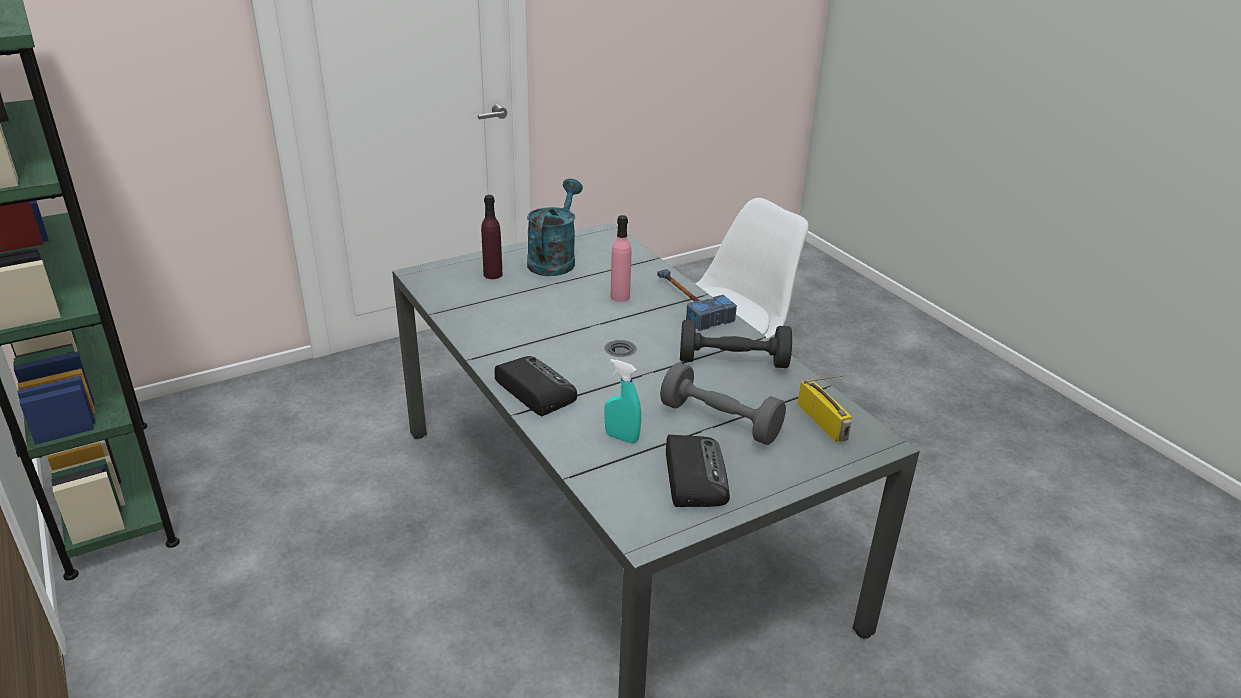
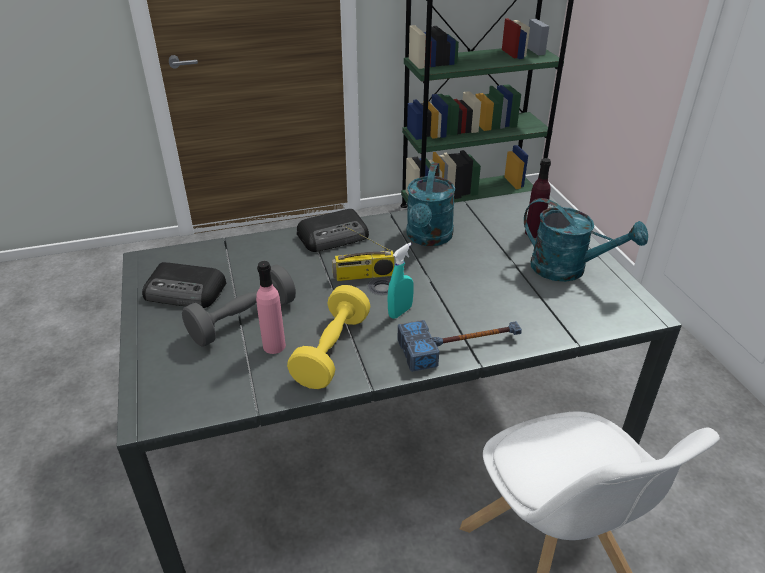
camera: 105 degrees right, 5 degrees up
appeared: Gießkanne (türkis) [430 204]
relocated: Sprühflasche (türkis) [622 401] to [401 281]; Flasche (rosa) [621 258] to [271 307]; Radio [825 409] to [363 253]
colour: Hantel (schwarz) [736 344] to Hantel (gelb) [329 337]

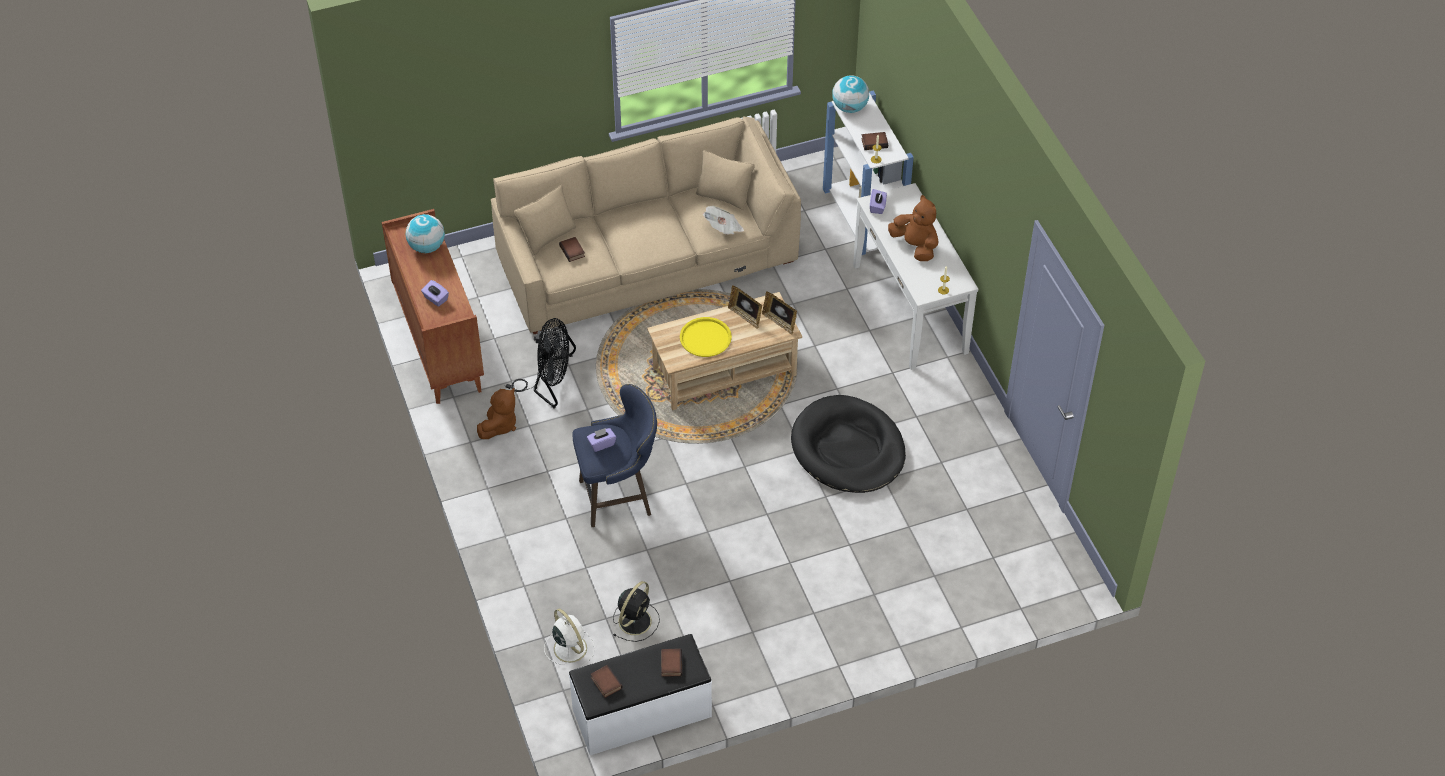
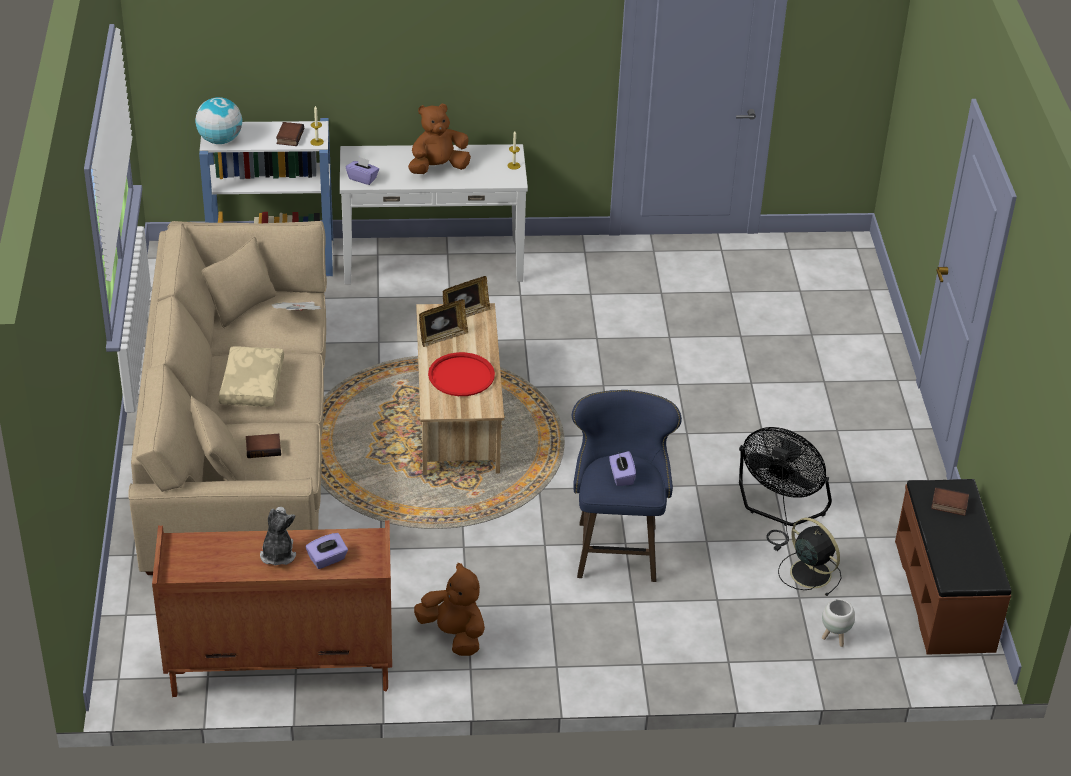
camera: 75 degrees left, 10 degrees down
missing: Globus [425 233]; Buch [607 681]; Hundebett (schwarz) [848 444]
appeared: Kissen (beige) [251 376]; Plüschtier [278 536]
relocated: Ventilator (schwarz) [540 363] to [785 489]
exchanged: Ventilator (weiß) [569 639] to Pflanzkübel (weiß) [838 623]
colour: Bank (weiß) [640 694] to Bank (braun) [953 567]; Tablett (gelb) [706 337] to Tablett (rot) [461 374]

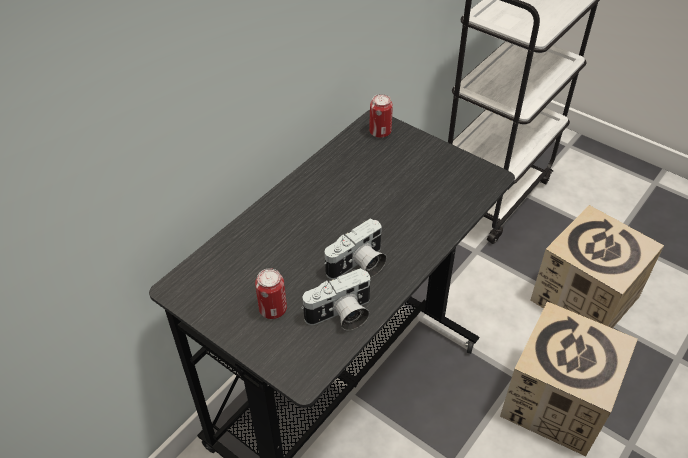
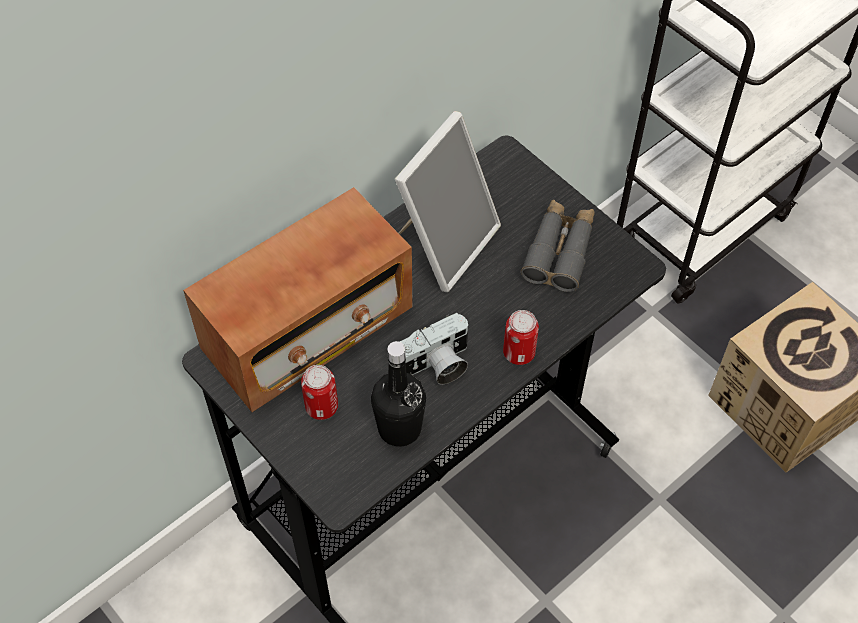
camera: 10 degrees right, 10 degrees up
missing: Karton [569 378]
appeared: Radio [298 299]; Bilderrahmen [448 201]; Fernglas (grau) [558 245]
relocated: Dose [381 116] to [521 337]
exchanged: Kamera [336 299] to Flasche (schwarz) [398 394]

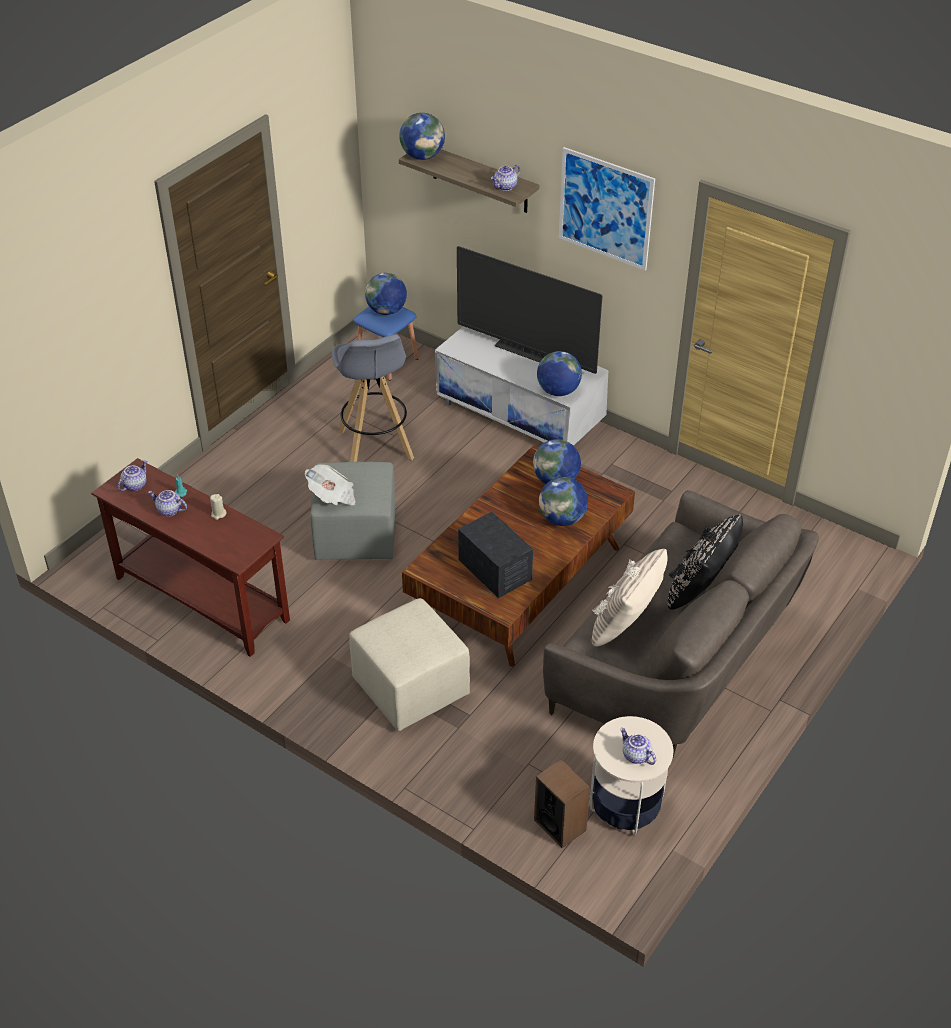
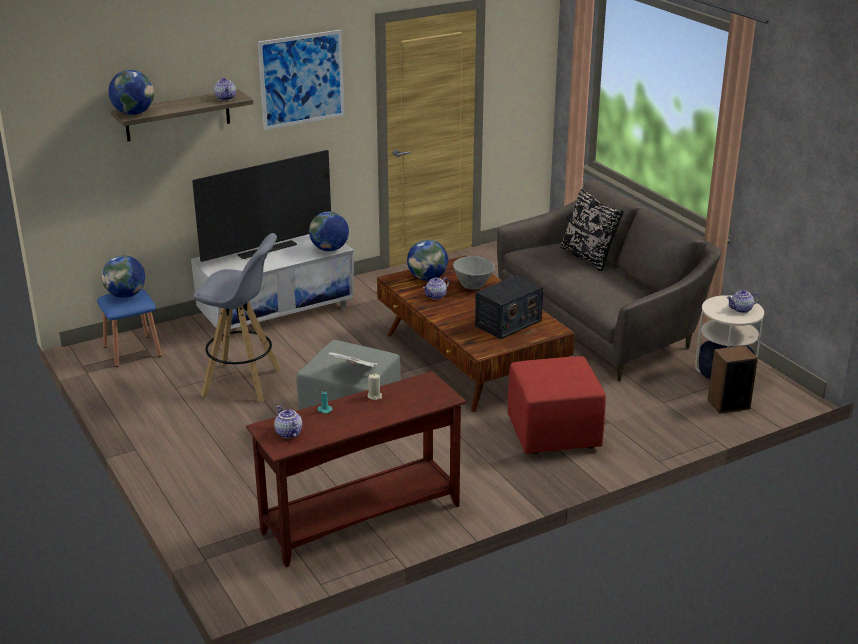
camera: 65 degrees left, 15 degrees down
missing: Kissen (beige) [630 598]
relocated: Teekanne [167 503] to [436 288]
exchanged: Globus [563 501] to Schüssel (grau) [474 273]
colour: Polsterhocker (beige) [409 664] to Polsterhocker (rot) [557 405]
spun: Radio [495 555] = [509 307] 150 degrees clockwise

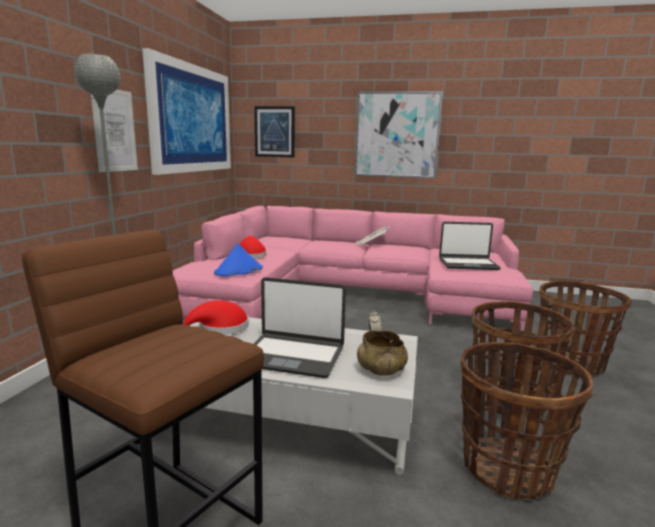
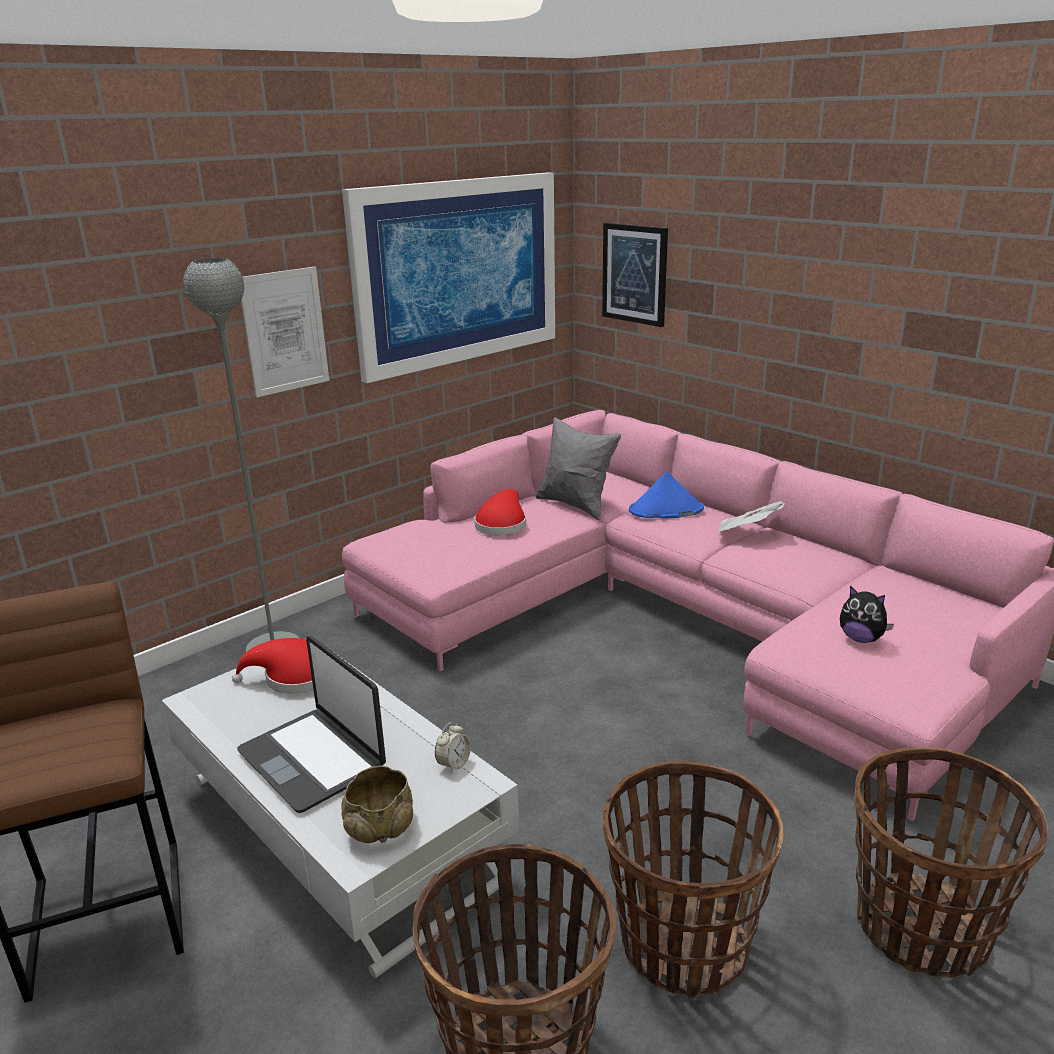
camera: 35 degrees right, 10 degrees up
missing: Bild [399 134]
appeared: Kissen (grau) [578 469]
relocated: Hut (blau) [238 259] to [666 494]
exchanged: Laptop [470 246] to Plüschtier [867 614]

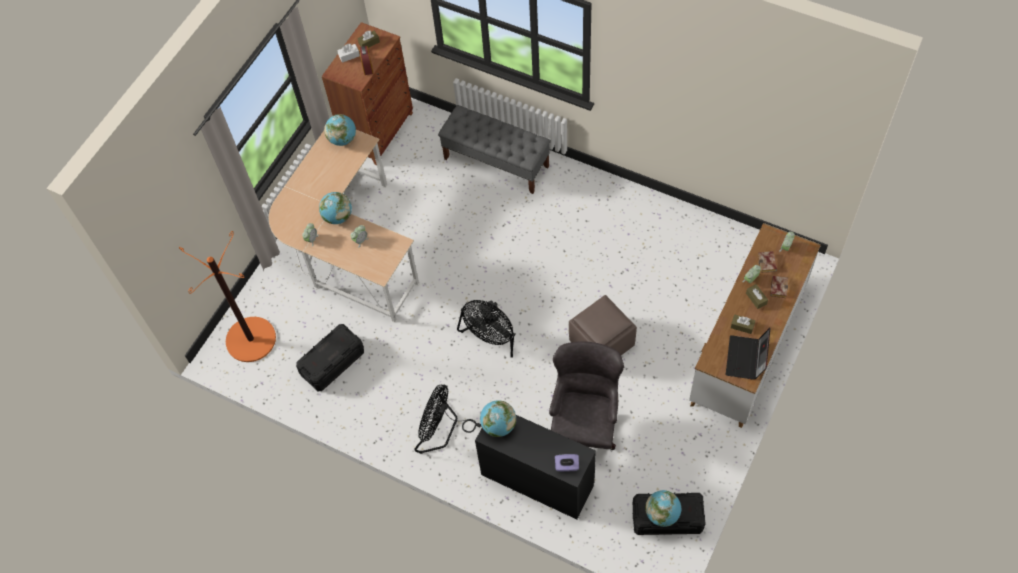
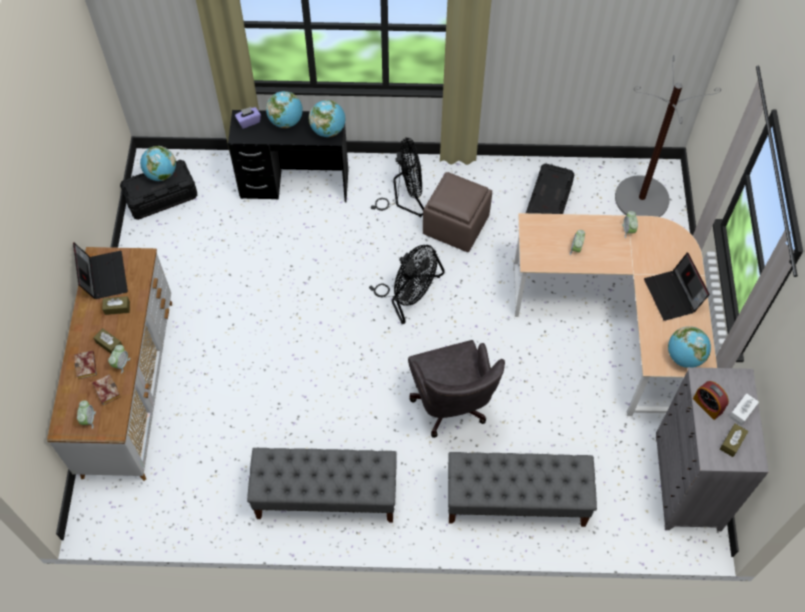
camera: 150 degrees right, 0 degrees up
appeared: Bank (grau) [322 485]; Laptop [676 286]
relocated: Globus [335 208] to [284 109]; Bürostuhl (grau) [586 395] to [456 389]; Polsterhocker (braun) [603 325] to [457 212]
colour: Kleiderständer (orange) [227 296] to Kleiderständer (grau) [668 136]; Kommode (braun) [367 93] to Kommode (grau) [712 449]
spun: Ventilator (schwarz) [486 329] = [407 284] 120 degrees clockwise

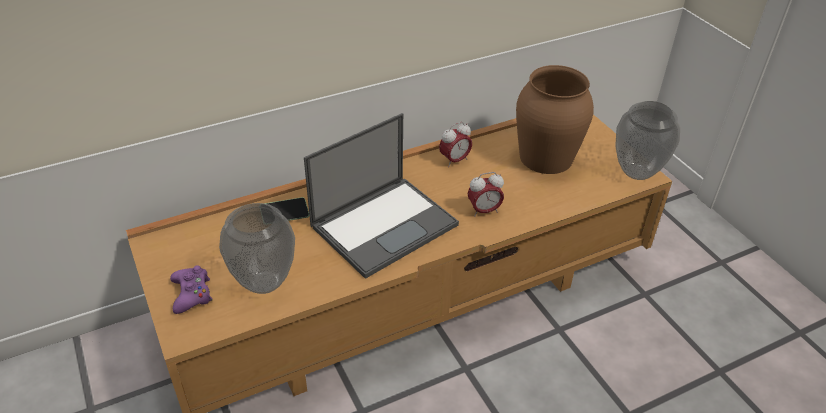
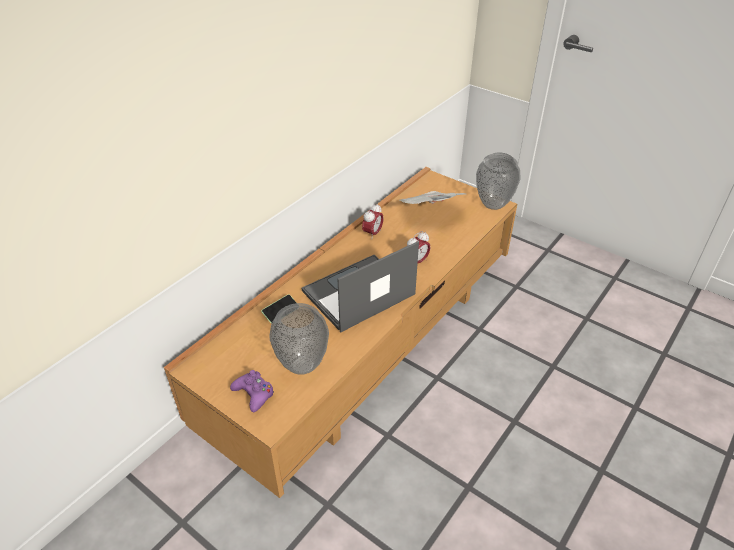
camera: 25 degrees left, 0 degrees up
exchanged: Vase (braun) [555 119] to Zeitung [432 197]
spun: Laptop [381 196] = [360 286] 150 degrees counterclockwise

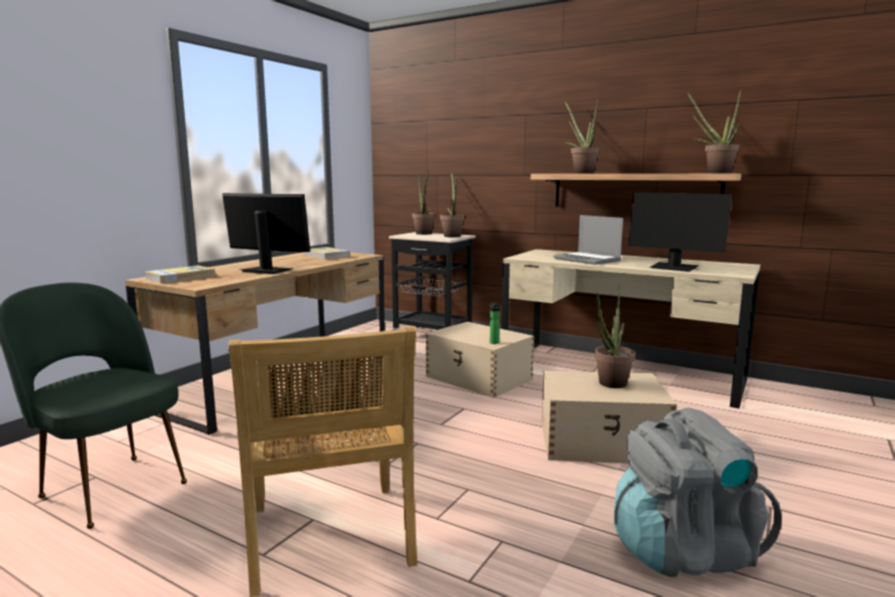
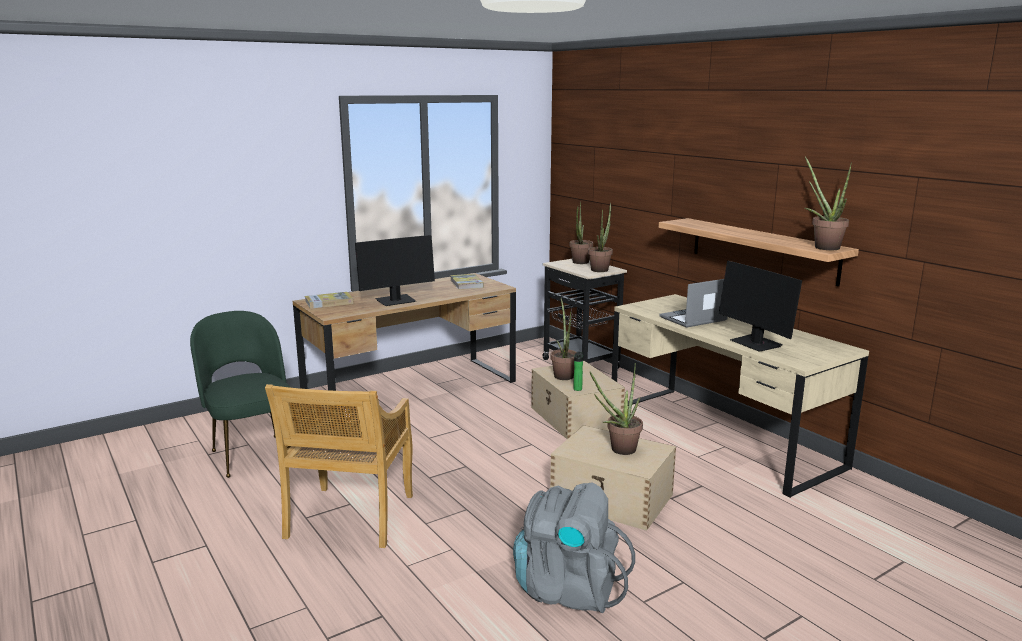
camera: 25 degrees right, 5 degrees up
relocated: Topfpflanze [582 135] to [563 339]
spun: Monitor [266 233] = [395 270] 105 degrees clockwise; Laptop [588 240] = [693 303] 75 degrees clockwise

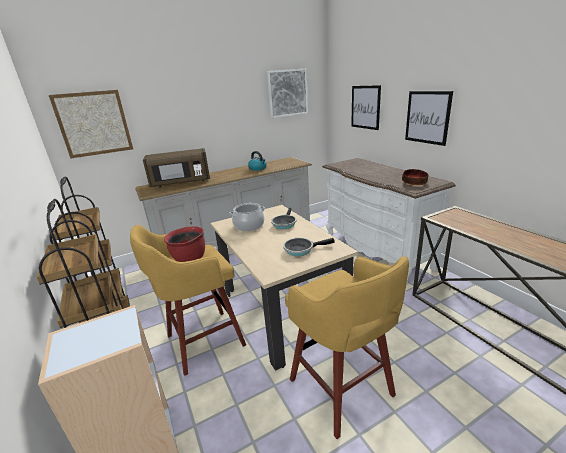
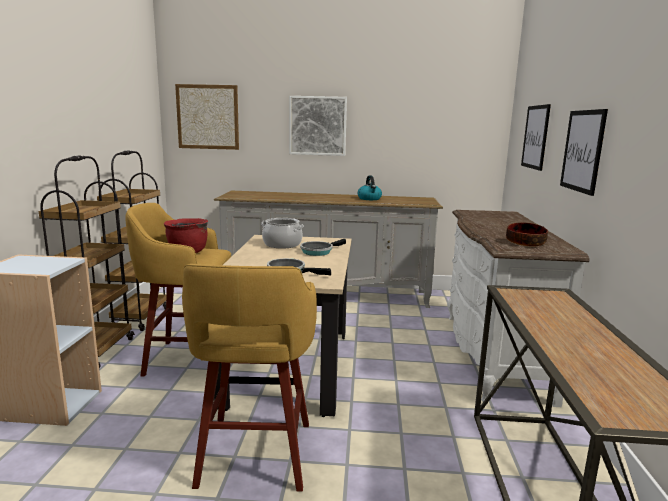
camera: 30 degrees right, 10 degrees down
missing: Mikrowelle (braun) [176 167]
relocated: Bild [287 93] to [318 126]

